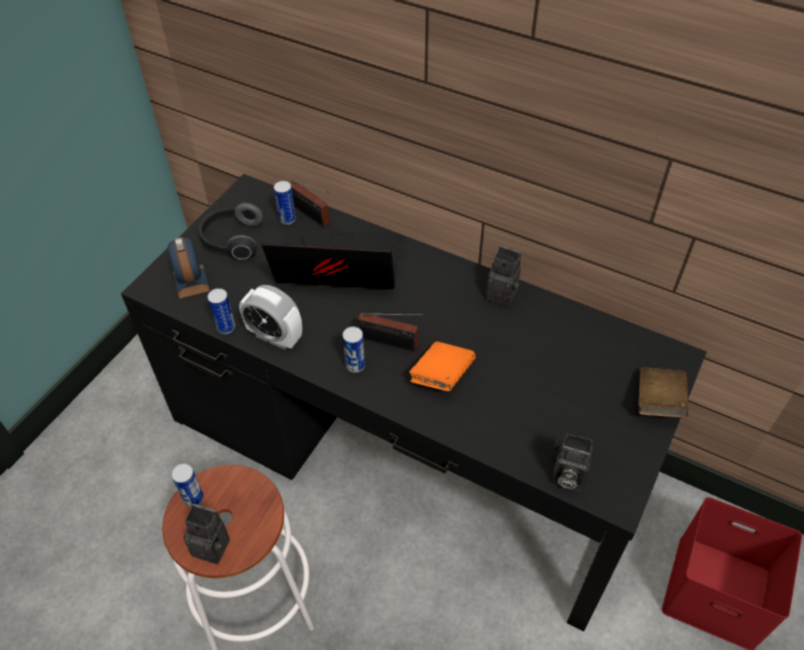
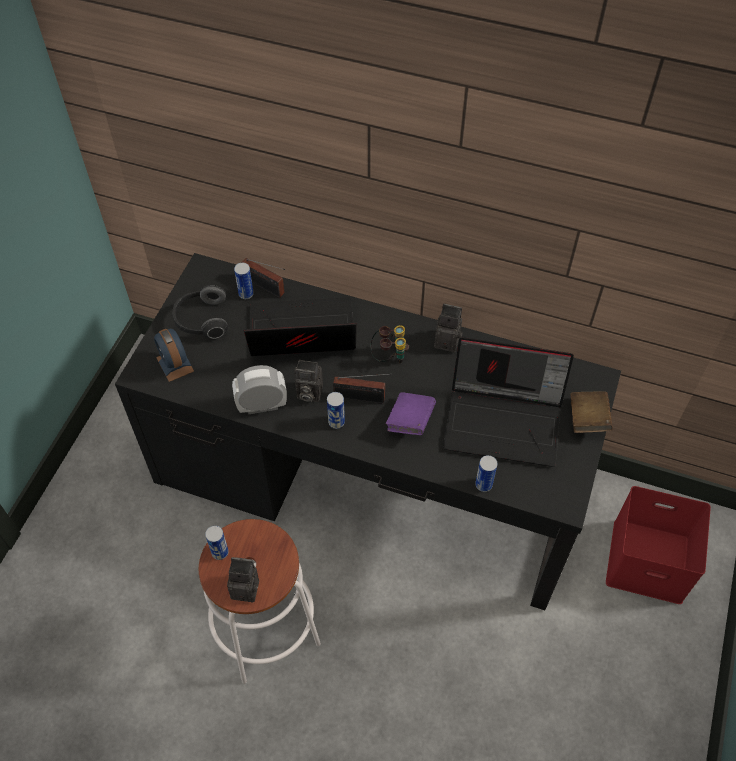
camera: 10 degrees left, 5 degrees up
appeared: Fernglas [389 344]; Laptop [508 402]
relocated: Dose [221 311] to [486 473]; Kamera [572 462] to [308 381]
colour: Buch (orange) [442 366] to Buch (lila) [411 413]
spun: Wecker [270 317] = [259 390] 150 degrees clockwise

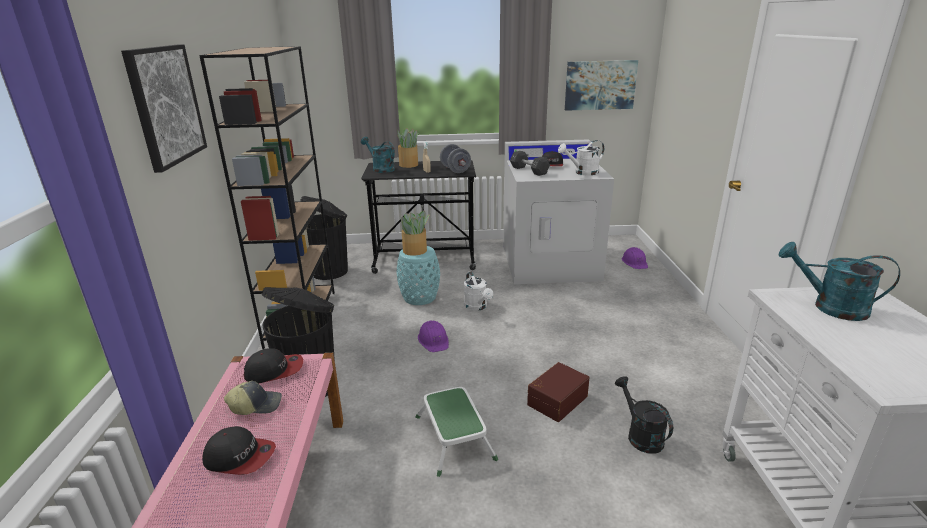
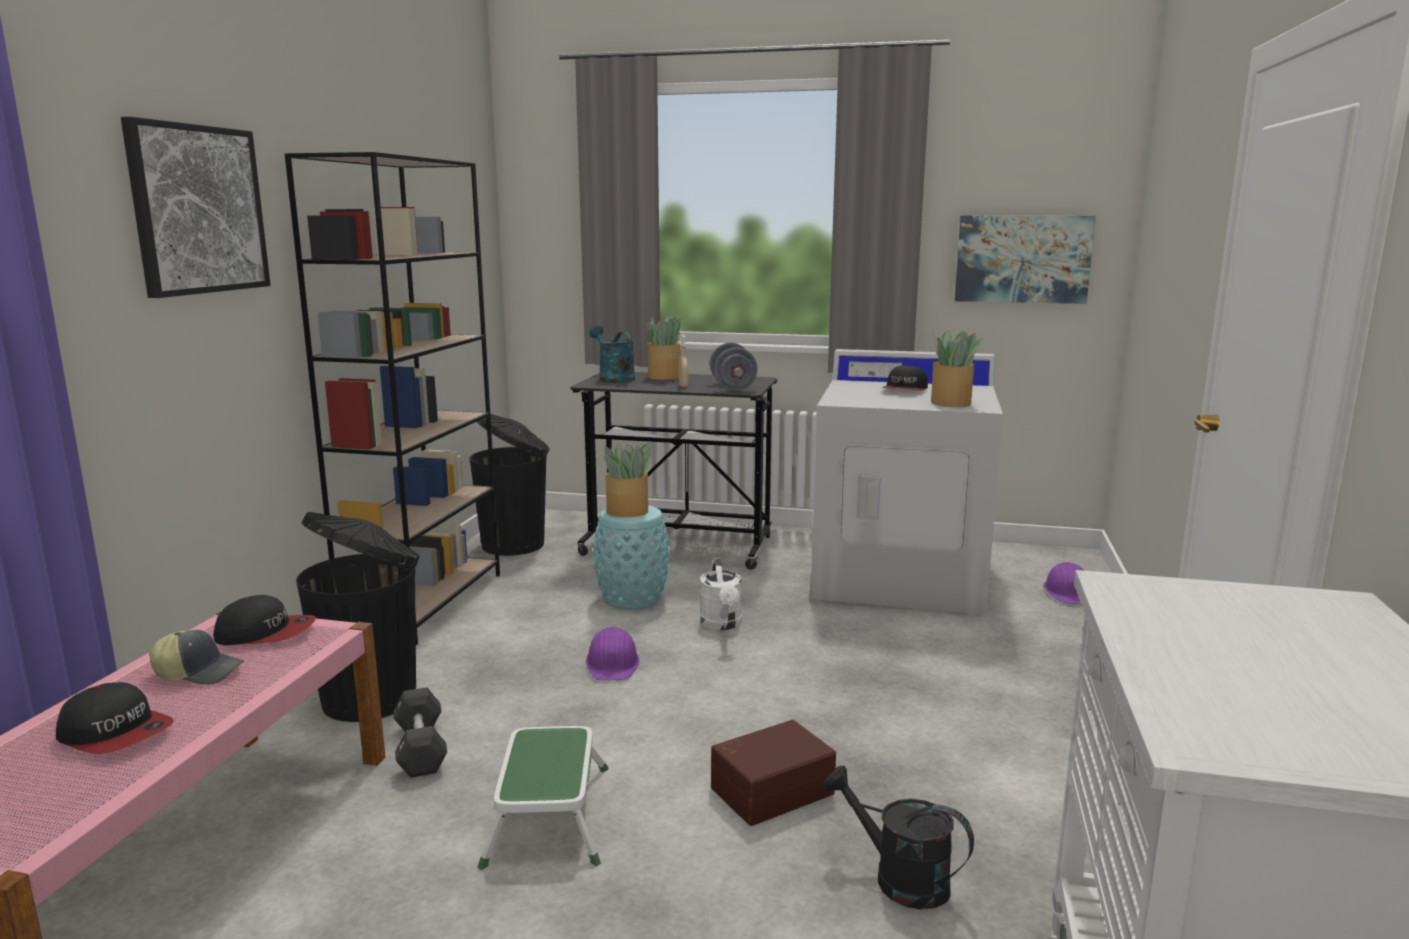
camera: 15 degrees right, 10 degrees down
missing: Gießkanne (türkis) [839 281]
relocated: Hantel (schwarz) [530 163] to [420 732]
exchanged: Gießkanne (weiß) [581 157] to Topfpflanze [957 368]
spun: Gießkanne (schwarz) [644 415] = [899 837] 45 degrees counterclockwise

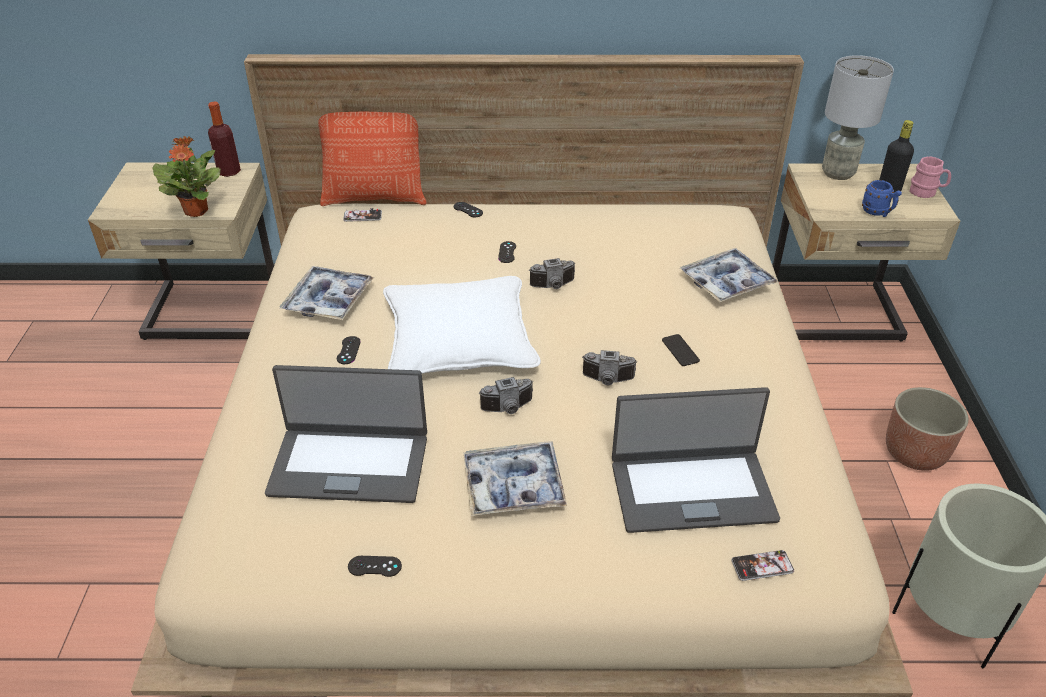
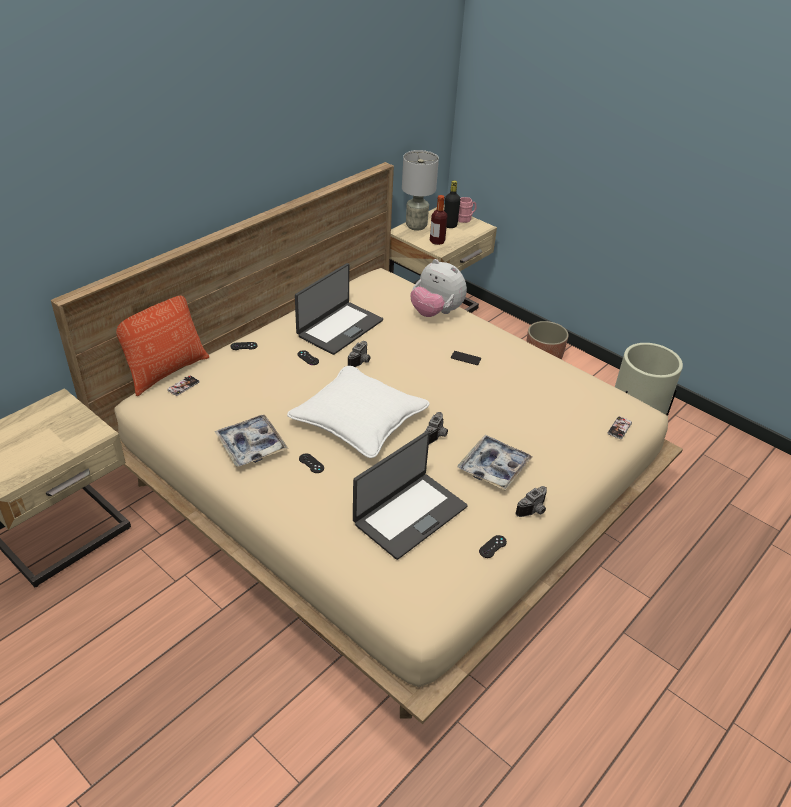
camera: 50 degrees left, 0 degrees up
missing: Topfpflanze [186 176]; Henkelbecher (blau) [882 198]
relocated: Flasche [224 139] to [439 220]; Kamera [610 367] to [531 501]; Laptop [696 460] to [339 309]
exchanged: Tablett [729 275] to Plüschtier [439 288]

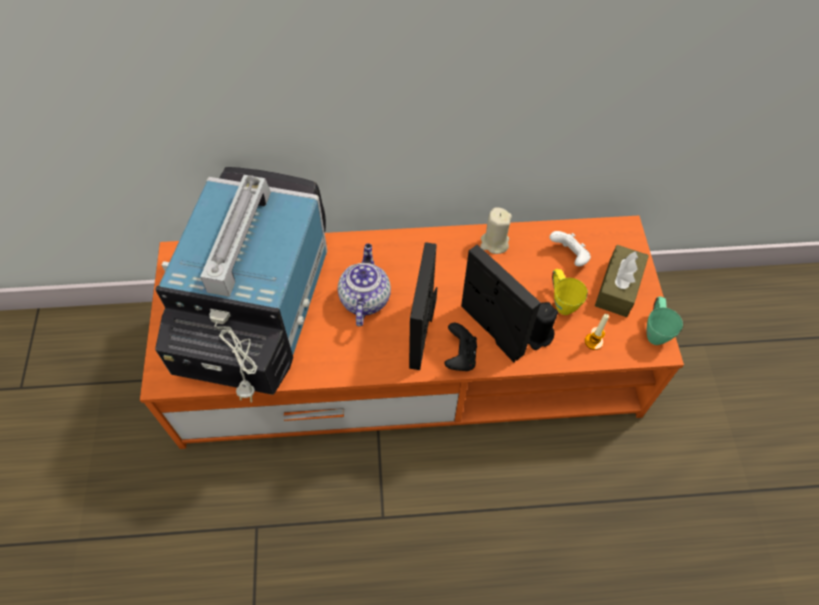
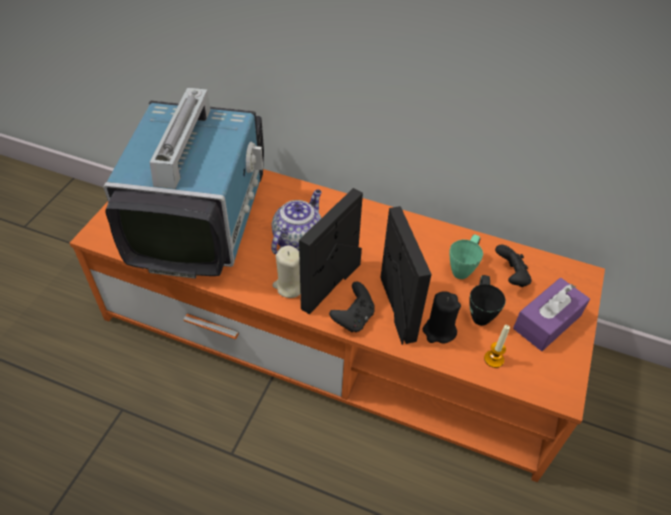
camera: 25 degrees right, 10 degrees down
relocated: Kerze (beige) [496 230] to [286 271]; Henkelbecher (grün) [665 320] to [466 256]
colour: Gamepad (weiß) [570 249] to Gamepad (schwarz) [513 265]; Henkelbecher (gelb) [570 292] to Henkelbecher (schwarz) [487 300]; Taschentuchbox (braun) [622 281] to Taschentuchbox (lila) [551 314]
spun: Fernseher [241 285] = [183 183] 150 degrees clockwise

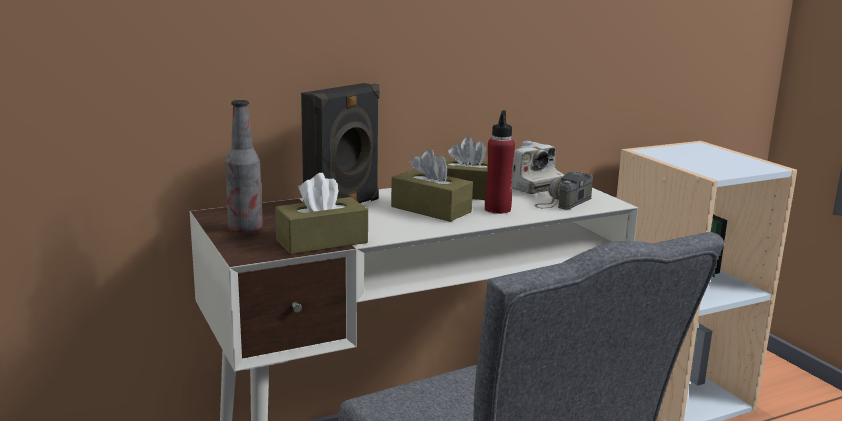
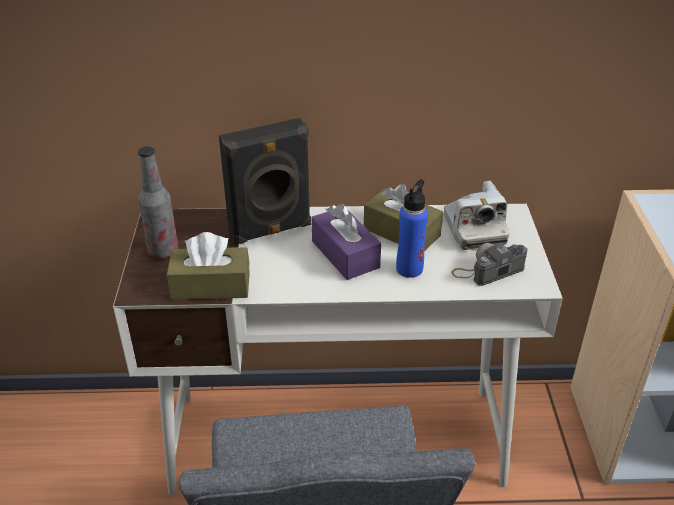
camera: 25 degrees right, 20 degrees up
colour: Taschentuchbox (braun) [432 185] to Taschentuchbox (lila) [346 242]; Flasche (rot) [500 162] to Flasche (blau) [412 228]

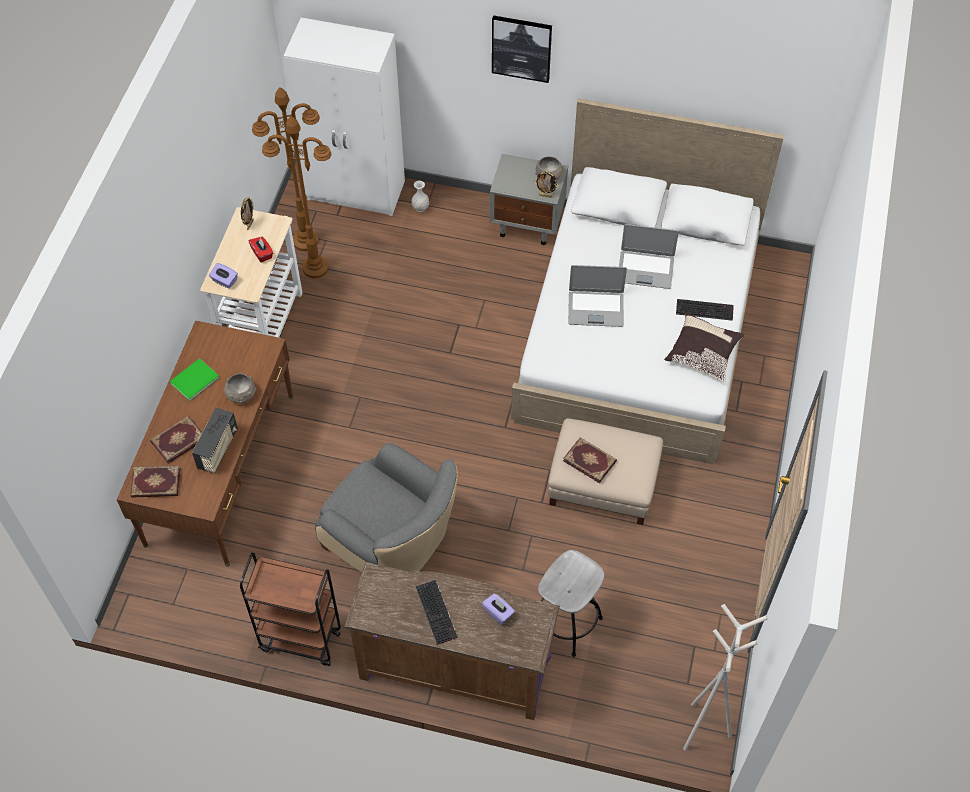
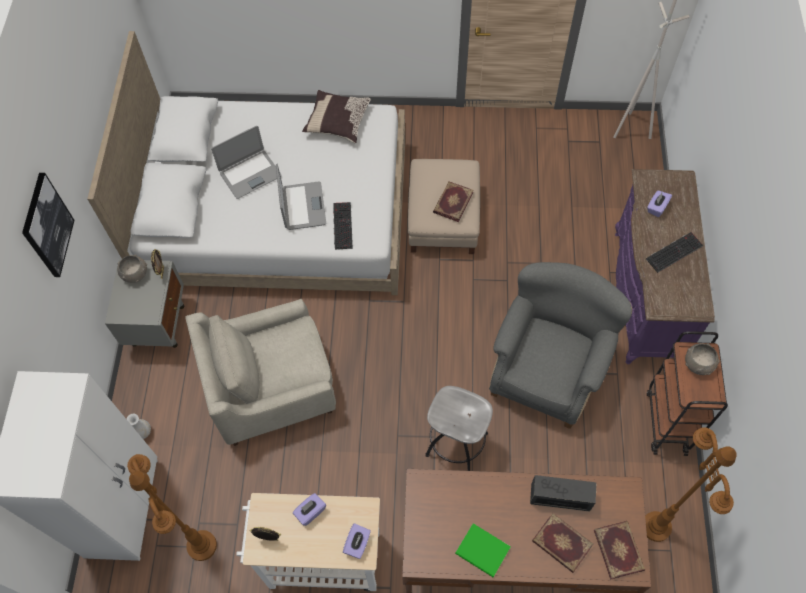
camera: 100 degrees left, 5 degrees up
appeared: Sessel (beige) [261 372]
relocated: Schüssel (grau) [240 388] to [702 359]; Stehlampe (braun) [296 197] to [691 485]; Hocker (grau) [571 603] to [459 428]; Tastatur [705 310] to [343 226]
colour: Taschentuchbox (rot) [260 250] to Taschentuchbox (lila) [309 509]
spun: Laptop [649 256] = [246 162] 60 degrees clockwise

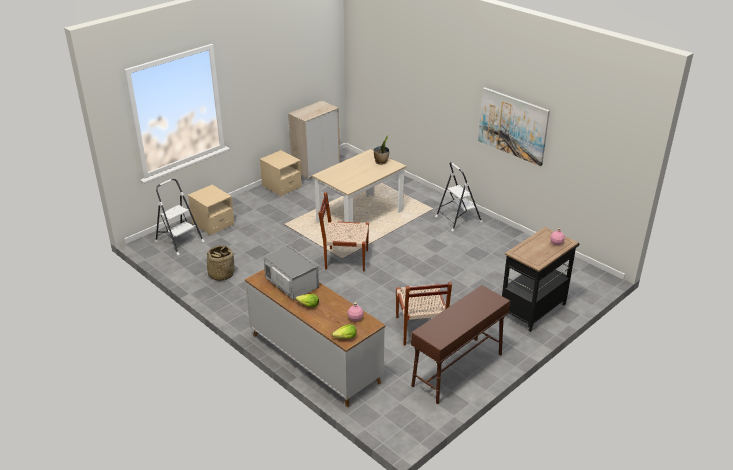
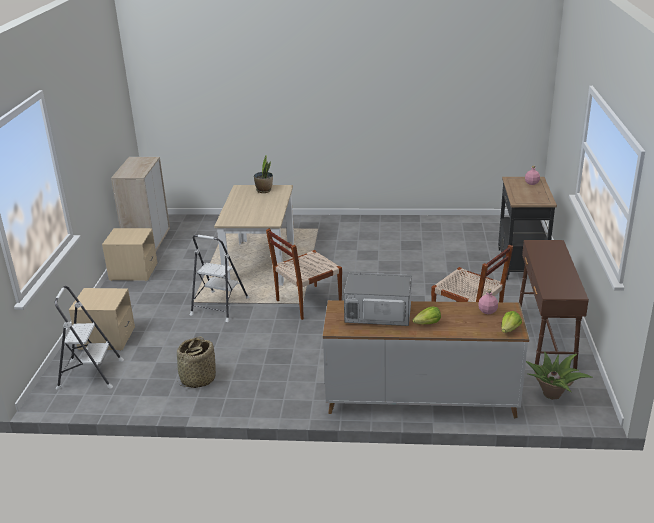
camera: 40 degrees left, 5 degrees down
missing: Bild [514 126]
appeared: Topfpflanze [559 375]
relocated: Trittleiter (weiß) [459 196] to [219 278]

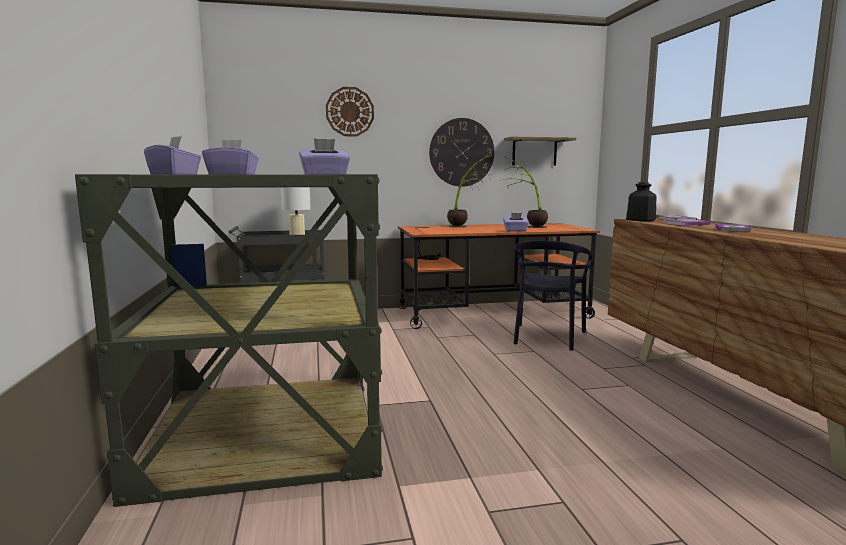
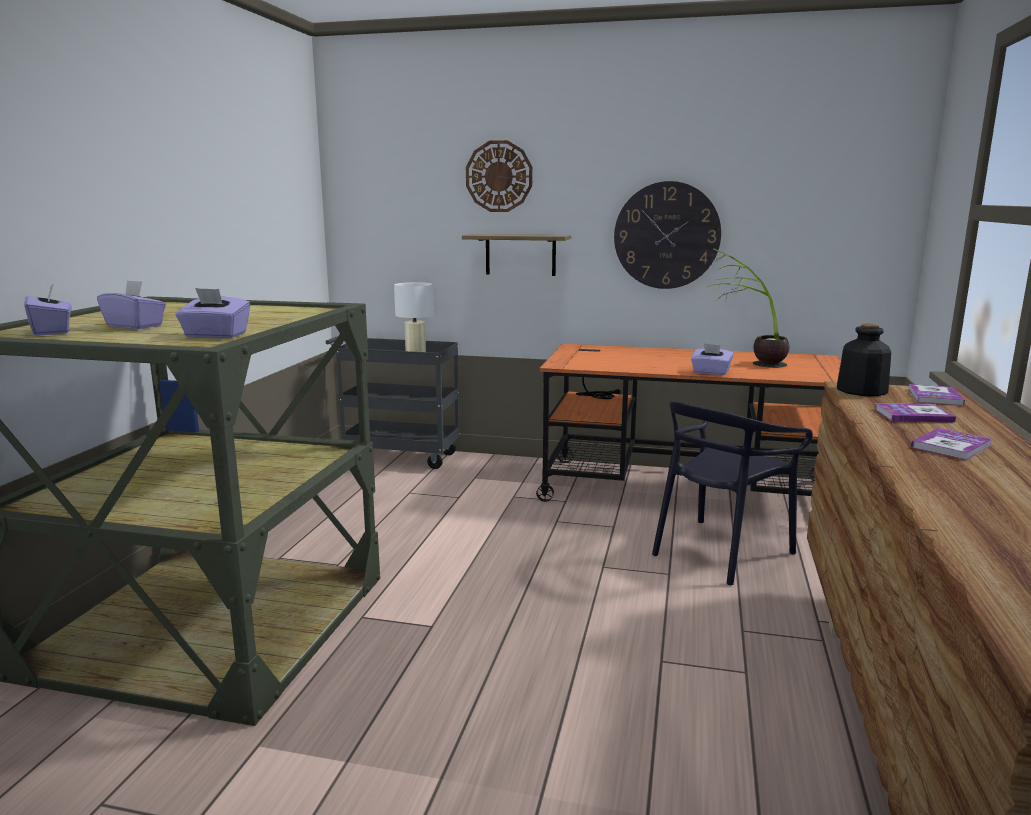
camera: 25 degrees right, 5 degrees up
missing: Topfpflanze [469 191]
relocated: Wandregal [540 151] to [516 255]

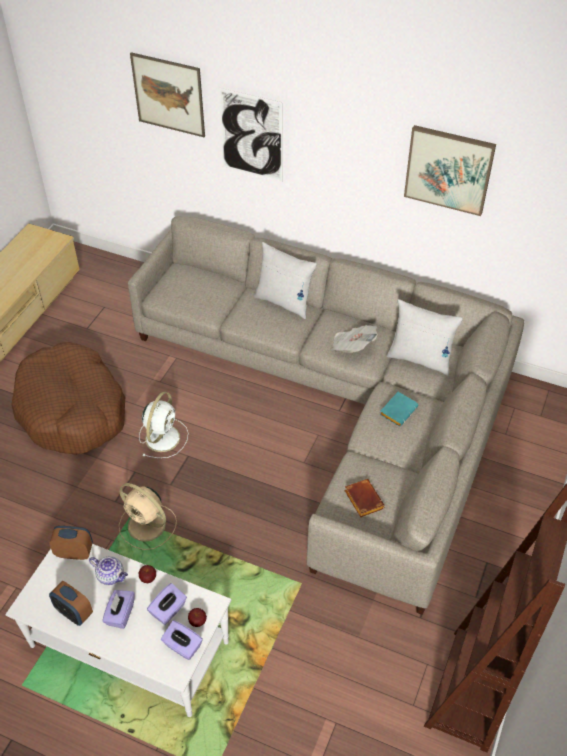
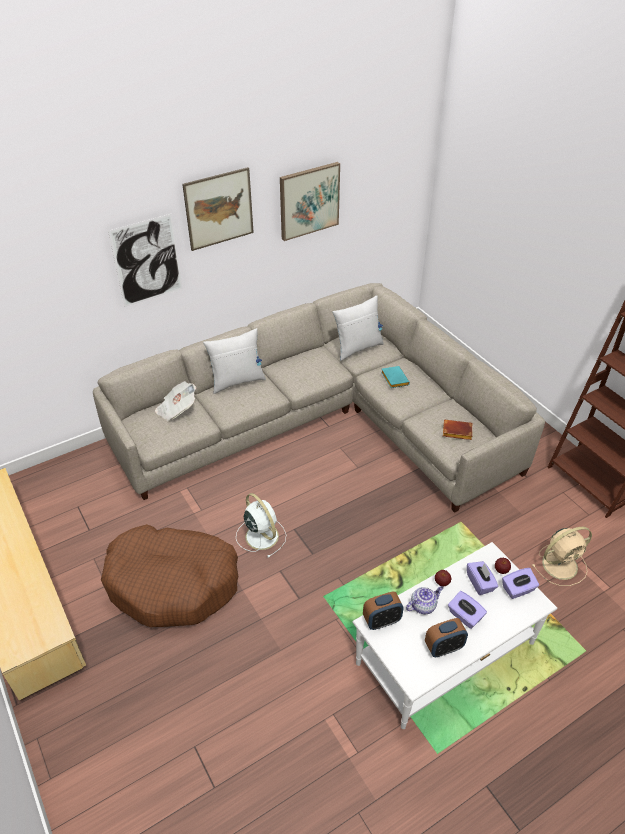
camera: 55 degrees left, 5 degrees down
relocated: Ventilator (beige) [148 516] to [562 556]; Bild [167 94] to [218 209]; Zeitung [354 339] to [175 401]
spun: Wecker [71 543] = [383 611] 150 degrees counterclockwise

